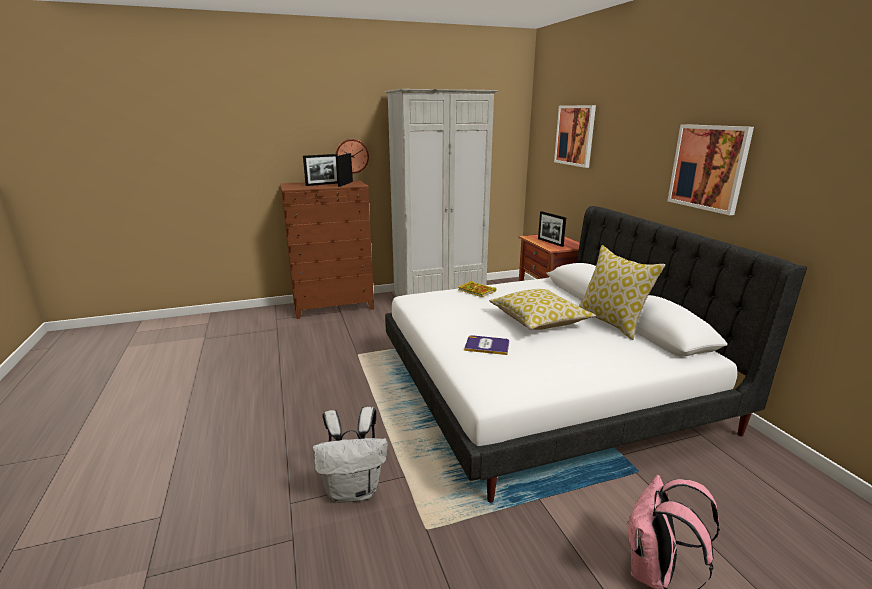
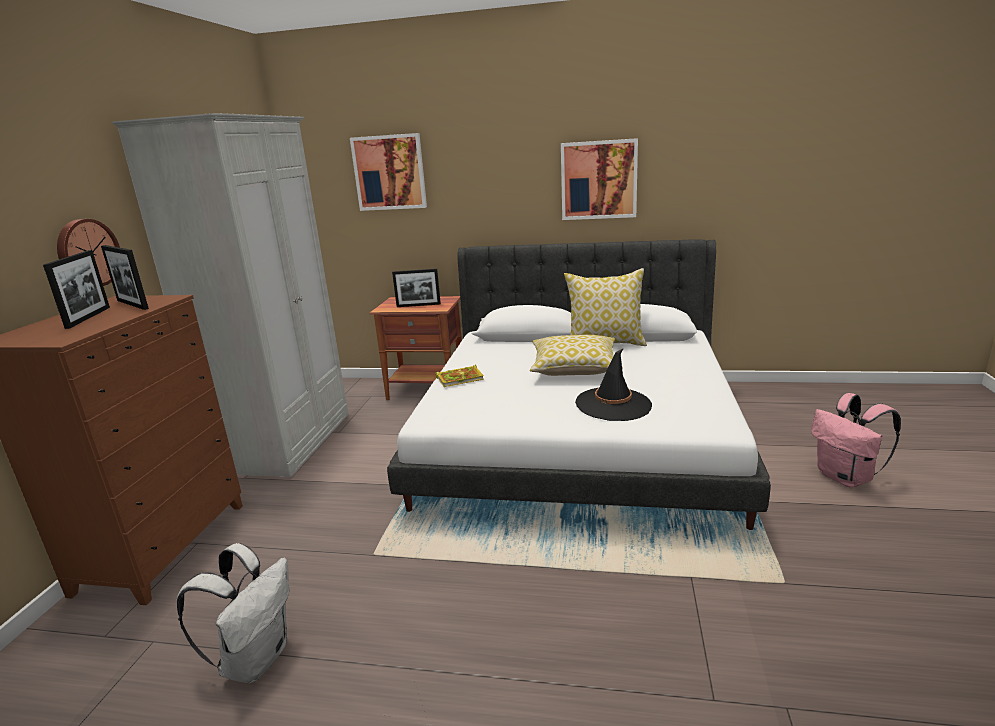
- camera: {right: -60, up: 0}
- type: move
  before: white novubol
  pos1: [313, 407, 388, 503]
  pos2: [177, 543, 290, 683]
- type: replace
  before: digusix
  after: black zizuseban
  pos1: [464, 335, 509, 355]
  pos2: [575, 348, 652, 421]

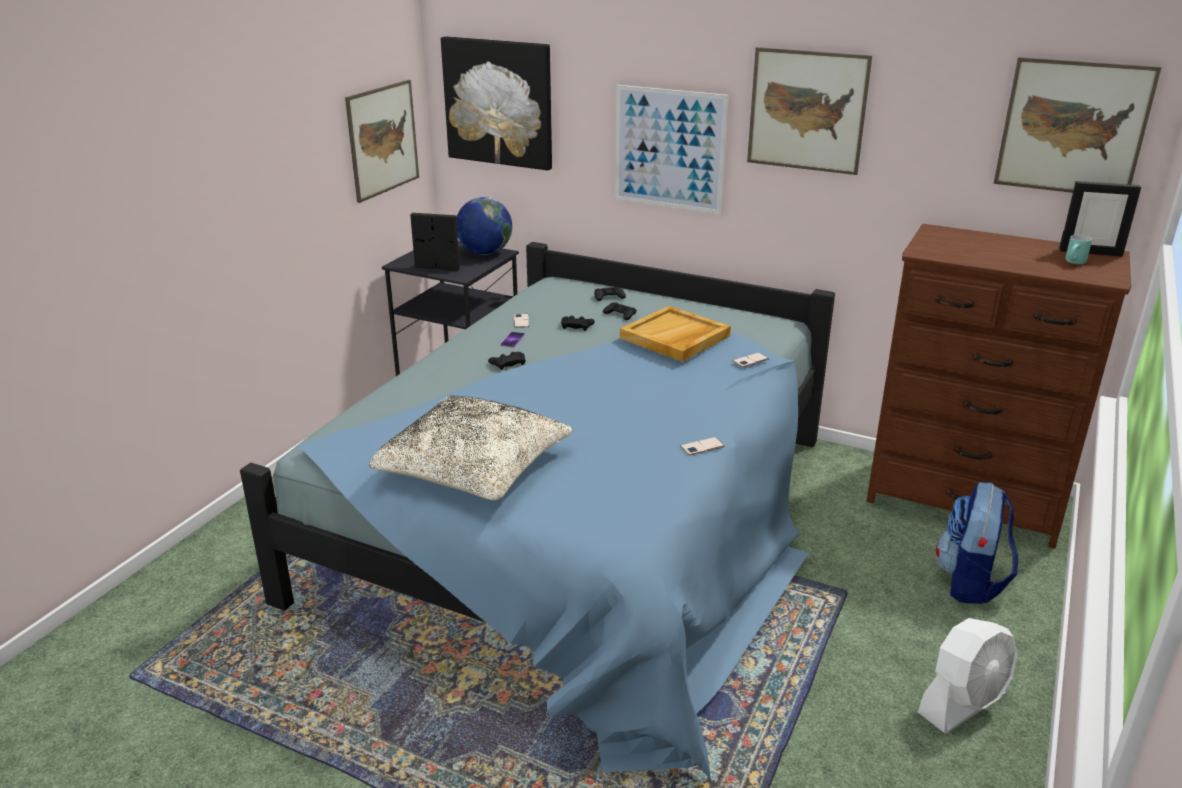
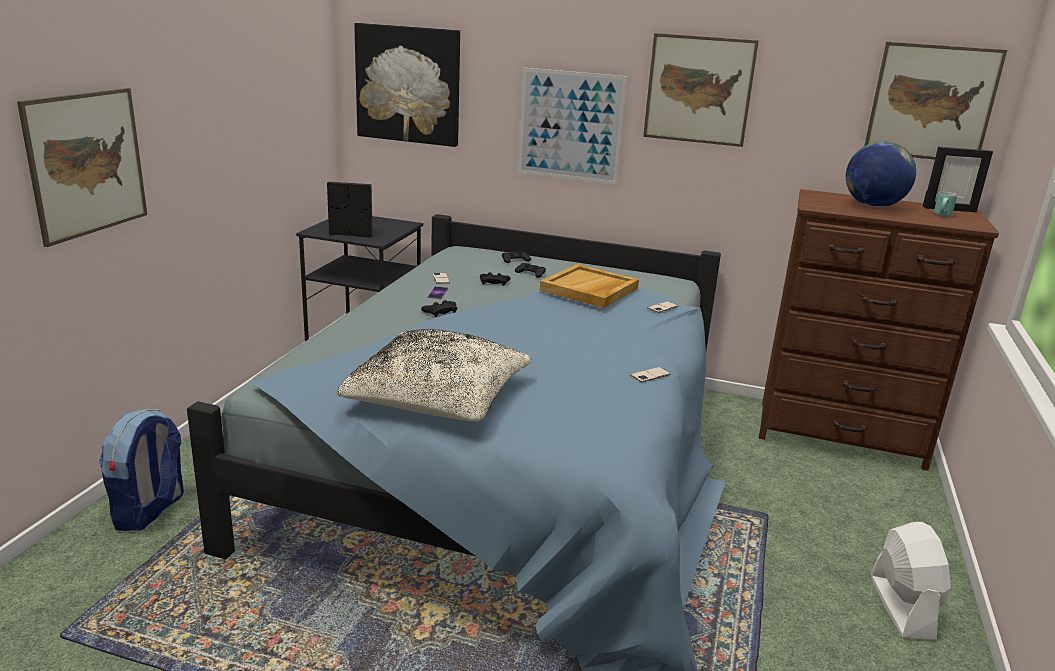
- camera: {right: -10, up: -5}
- type: move
  before: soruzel
  pos1: [345, 80, 419, 203]
  pos2: [17, 88, 147, 247]
- type: move
  before: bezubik
  pos1: [456, 197, 512, 255]
  pos2: [846, 141, 916, 207]
- type: rotate
  before: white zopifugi
  pos1: [918, 618, 1018, 734]
  pos2: [871, 522, 951, 640]
  turn: -45
- type: move
  before: novubol
  pos1: [936, 482, 1018, 604]
  pos2: [99, 409, 184, 531]

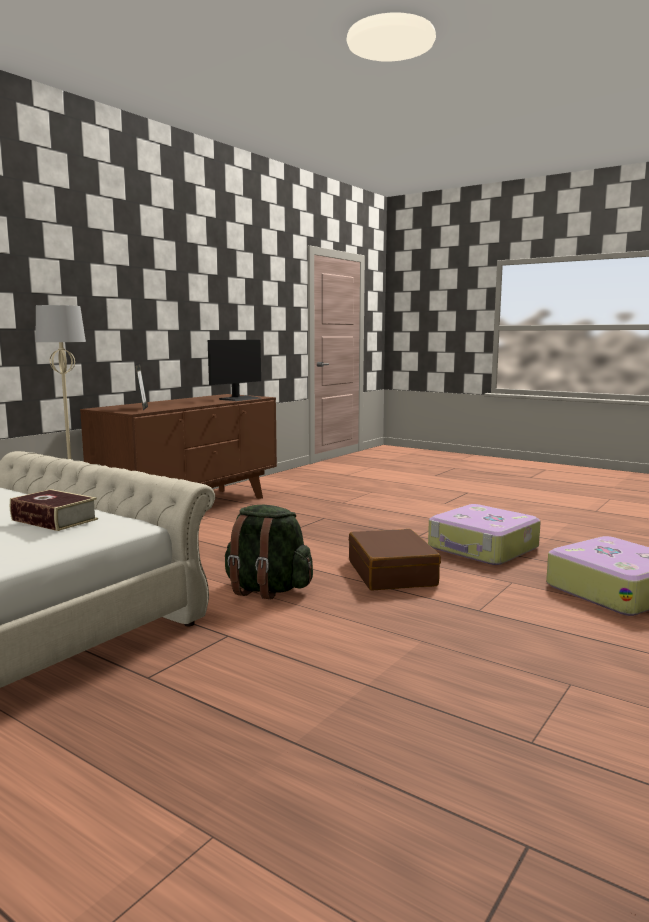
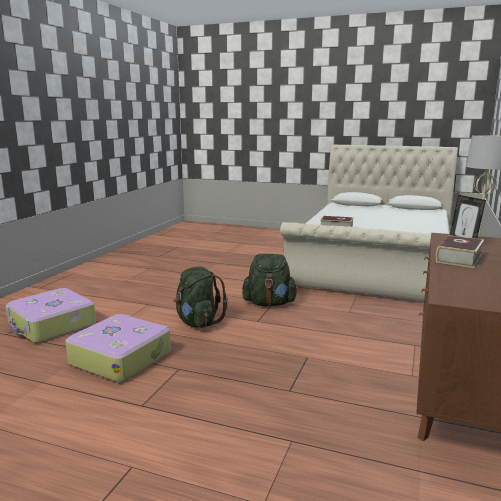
- camera: {right: 165, up: 5}
- type: delete
  before: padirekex
  pos1: [208, 340, 261, 401]
- type: replace
  before: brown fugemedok
  after: green novubol
  pos1: [349, 529, 441, 590]
  pos2: [173, 267, 228, 328]
- type: insert
  after: digusix
  pos2: [436, 235, 484, 268]

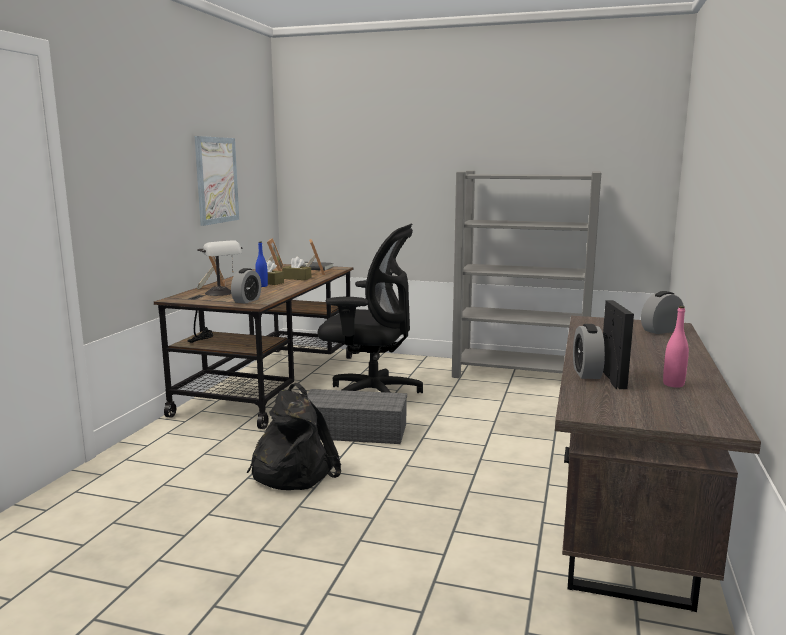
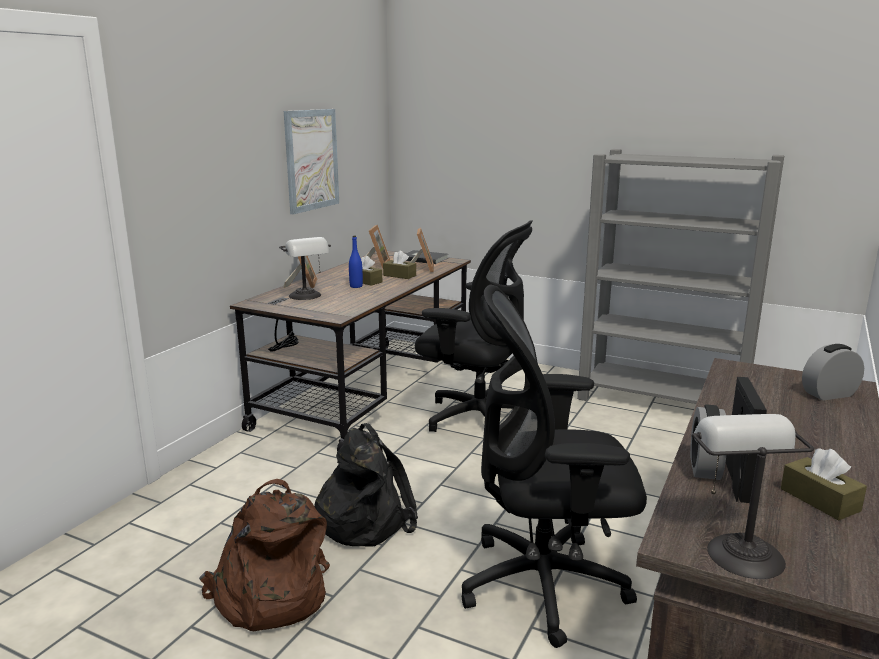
- camera: {right: 10, up: 5}
- type: delete
  before: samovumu
  pos1: [231, 268, 261, 304]
- type: delete
  before: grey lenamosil
  pos1: [307, 389, 407, 444]
- type: replace
  before: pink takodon
  after: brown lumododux
  pos1: [663, 306, 689, 388]
  pos2: [781, 448, 867, 520]
- type: insert
  after: brown novubol
  pos2: [199, 479, 330, 631]
- type: insert
  after: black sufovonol
  pos2: [462, 285, 647, 648]
- type: insert
  after: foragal
  pos2: [692, 414, 814, 579]

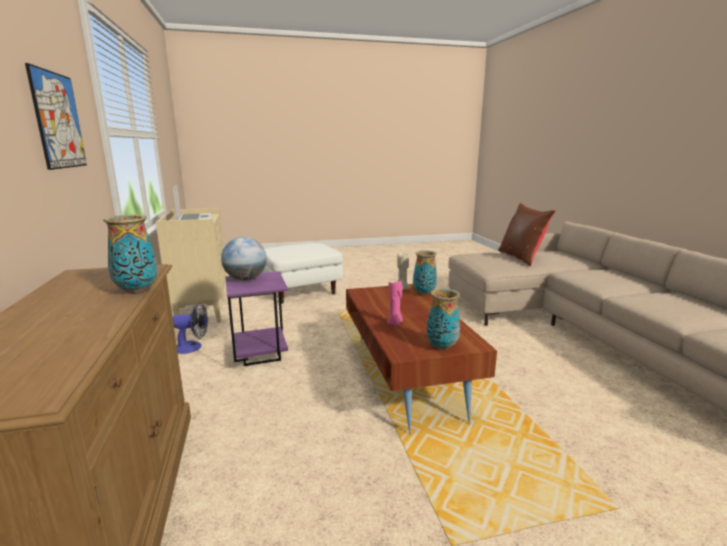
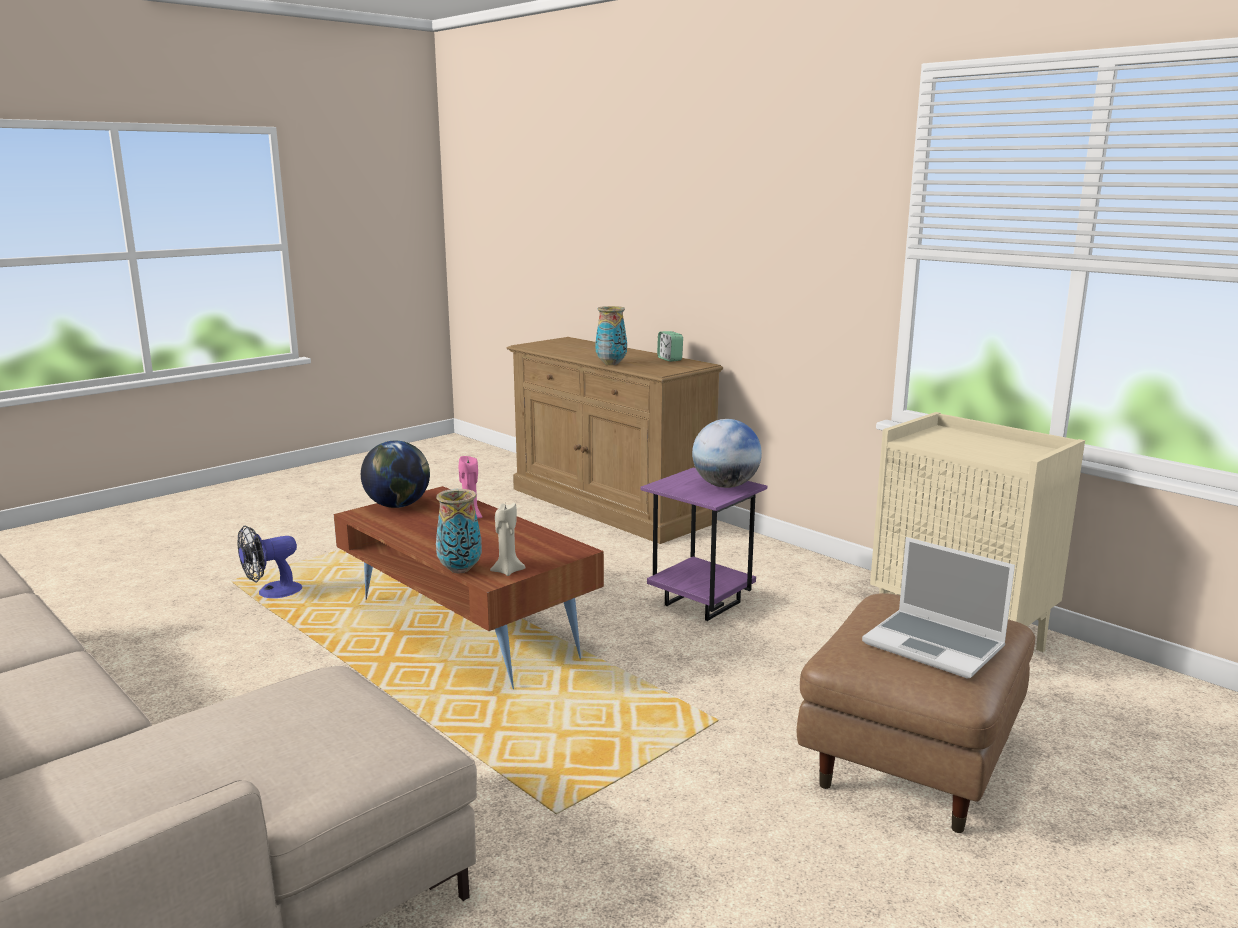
- camera: {right: 150, up: 0}
- type: delete
  before: soruzel
  pos1: [25, 63, 87, 170]
- type: move
  before: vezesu
  pos1: [172, 185, 211, 220]
  pos2: [862, 537, 1015, 679]
- type: move
  before: zopifugi
  pos1: [172, 303, 208, 354]
  pos2: [238, 525, 302, 598]
- type: recolor
  before: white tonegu
  after: brown tonegu
  pos1: [262, 243, 343, 304]
  pos2: [797, 593, 1035, 833]
- type: replace
  before: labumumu
  after: bezubik
  pos1: [427, 289, 460, 350]
  pos2: [361, 441, 430, 508]
- type: delete
  before: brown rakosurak
  pos1: [498, 203, 555, 266]
- type: insert
  after: samovumu
  pos2: [657, 331, 683, 362]

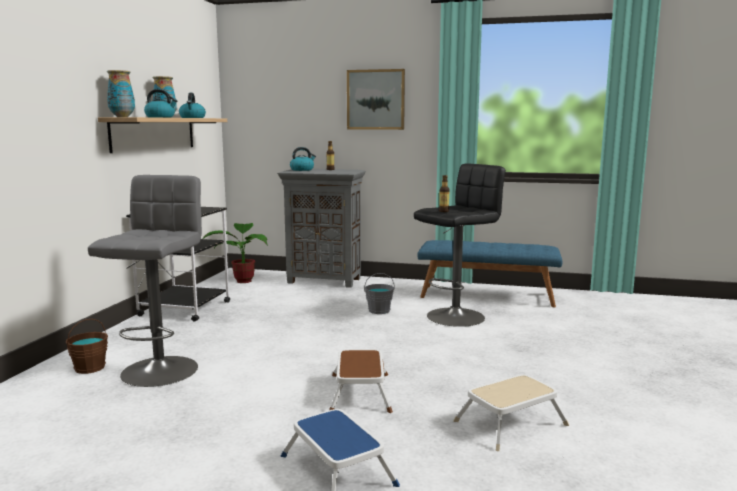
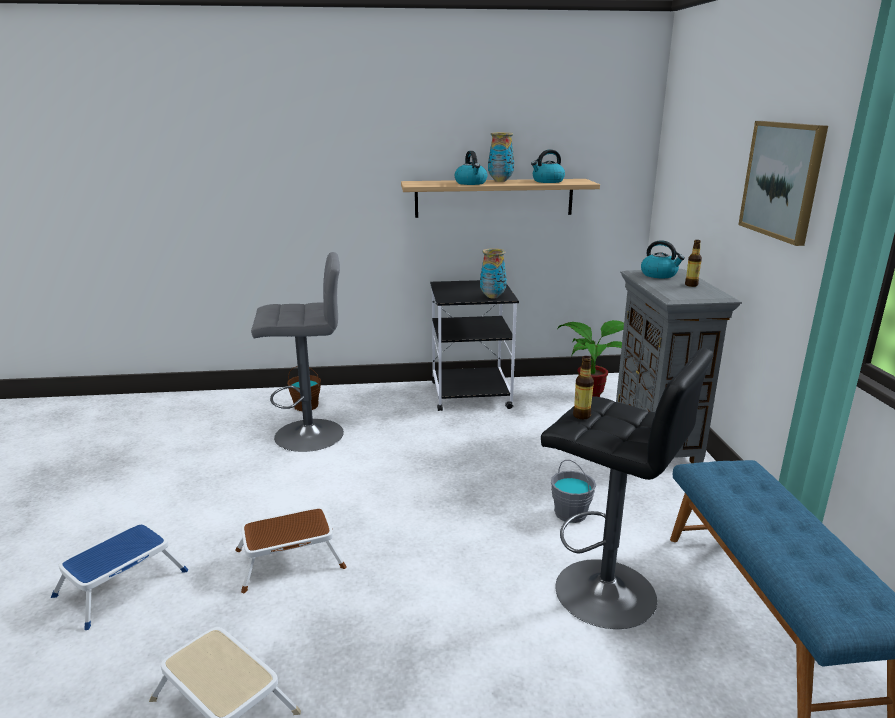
- camera: {right: 70, up: 10}
- type: move
  before: labumumu
  pos1: [107, 70, 135, 117]
  pos2: [480, 248, 507, 298]

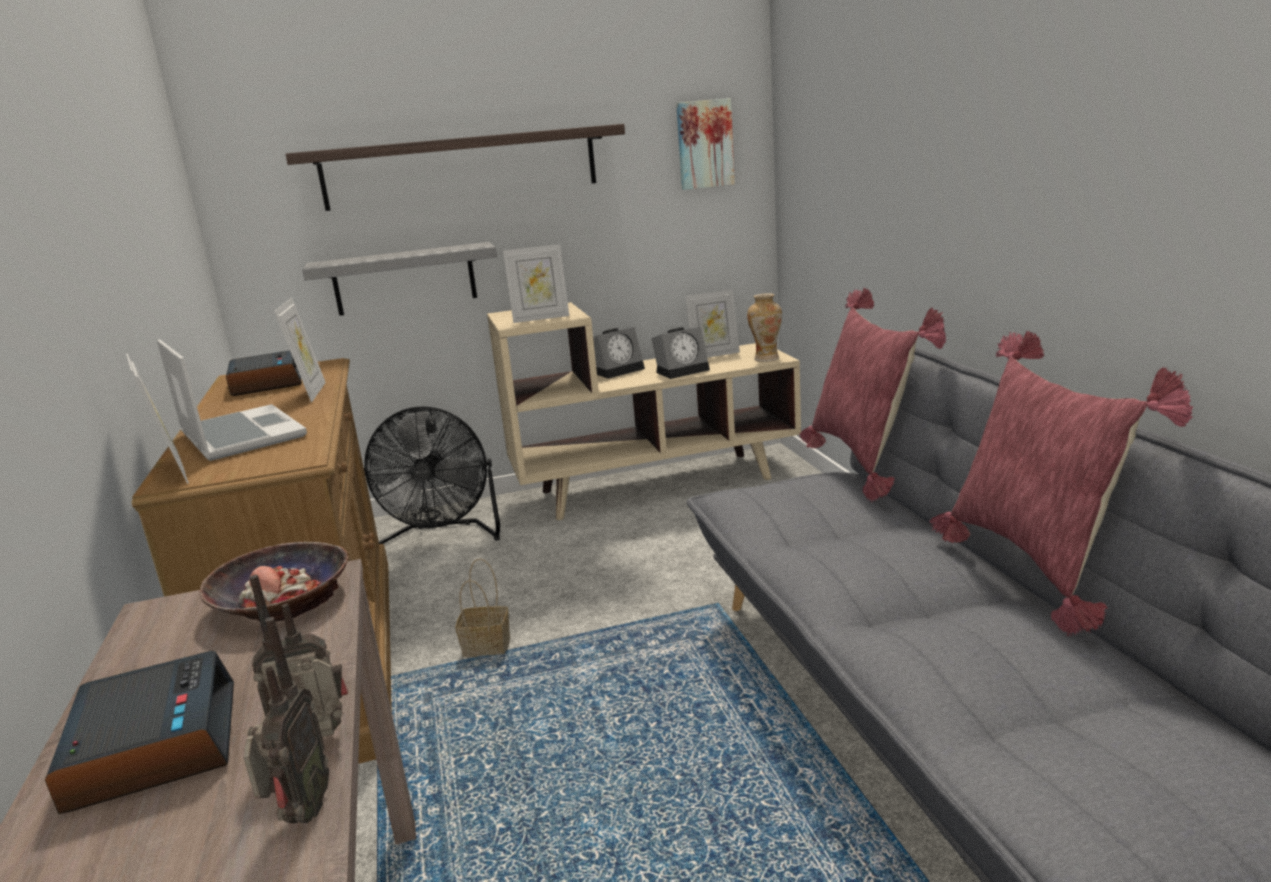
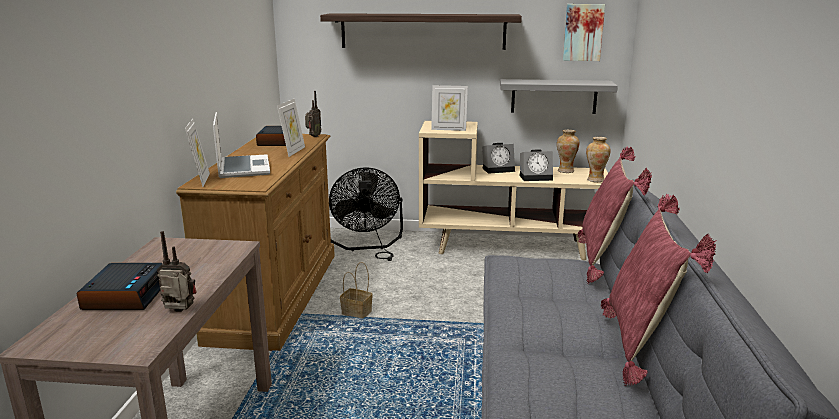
- camera: {right: 20, up: 0}
- type: delete
  before: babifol
  pos1: [199, 542, 348, 622]
- type: move
  before: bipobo
  pos1: [244, 617, 329, 823]
  pos2: [305, 91, 321, 137]
- type: move
  before: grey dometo
  pos1: [302, 242, 497, 316]
  pos2: [500, 79, 618, 114]
- type: rotate
  before: black zopifugi
  pos1: [364, 407, 500, 544]
  pos2: [329, 167, 403, 261]
  turn: 150
- type: replace
  before: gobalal
  after: labumumu
  pos1: [685, 289, 740, 358]
  pos2: [557, 130, 579, 173]

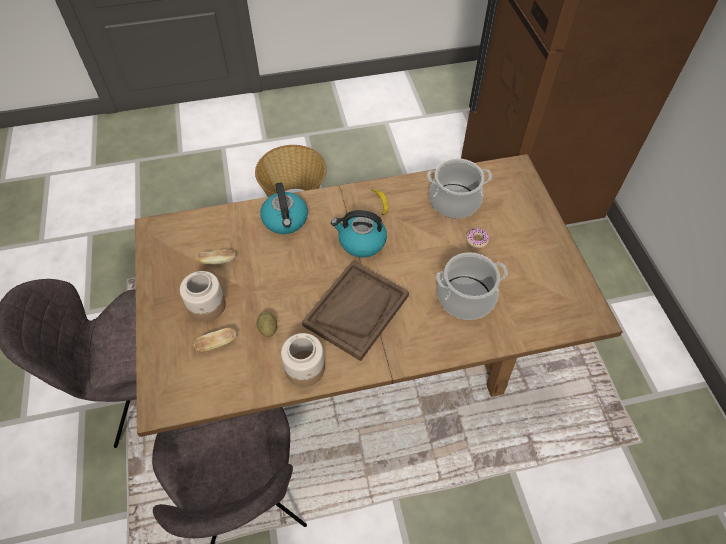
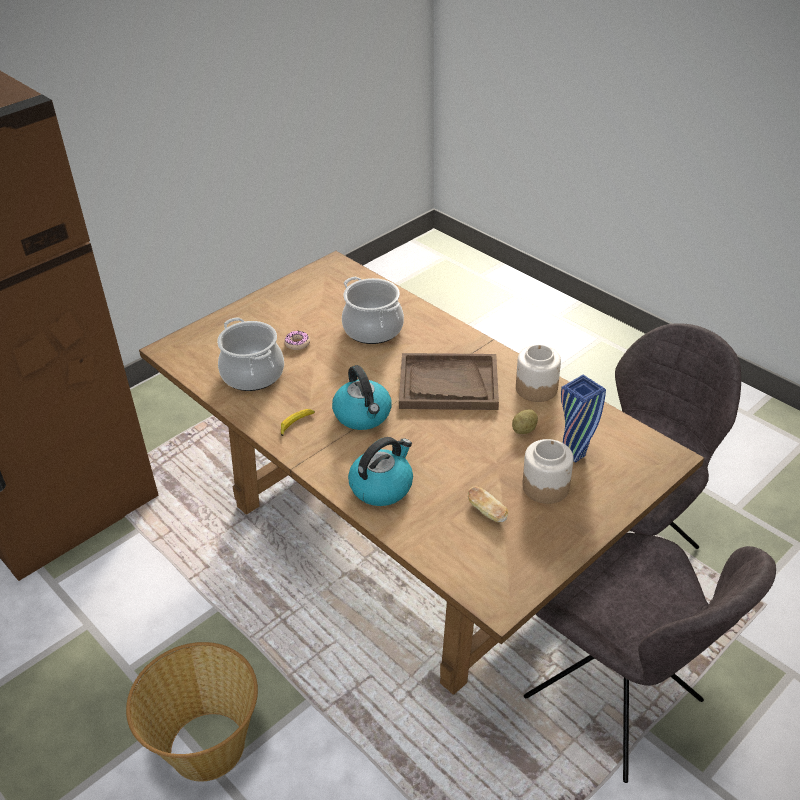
- camera: {right: -120, up: -15}
- type: replace
  before: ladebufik
  after: blue labumumu
  pos1: [194, 328, 237, 352]
  pos2: [561, 375, 606, 463]

